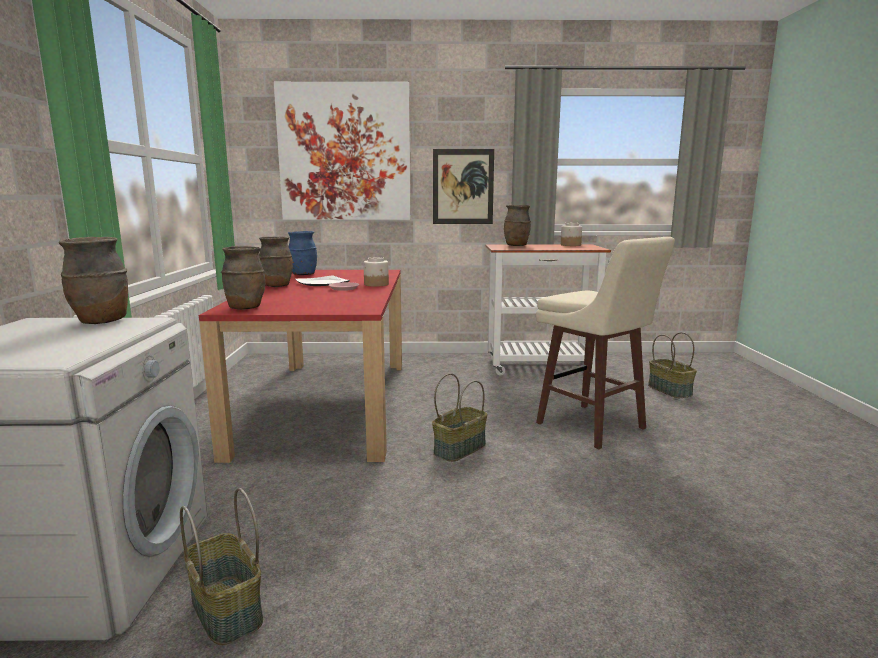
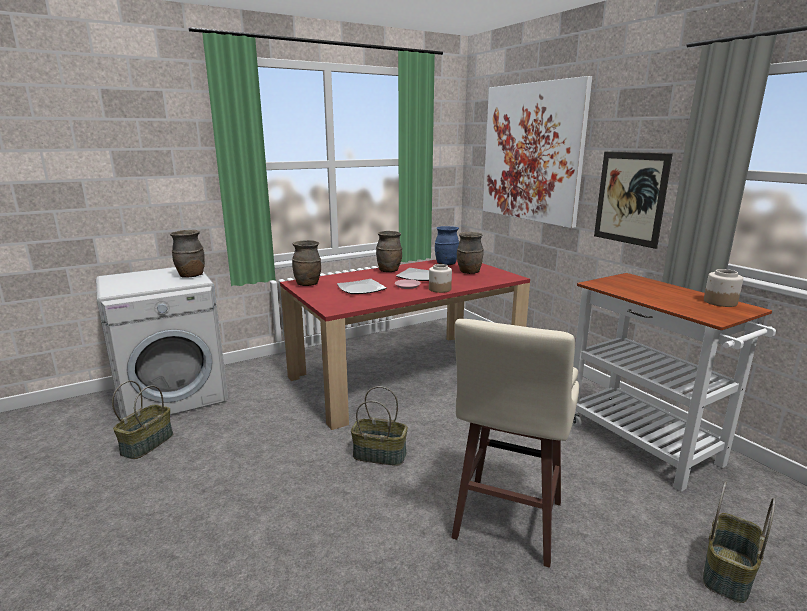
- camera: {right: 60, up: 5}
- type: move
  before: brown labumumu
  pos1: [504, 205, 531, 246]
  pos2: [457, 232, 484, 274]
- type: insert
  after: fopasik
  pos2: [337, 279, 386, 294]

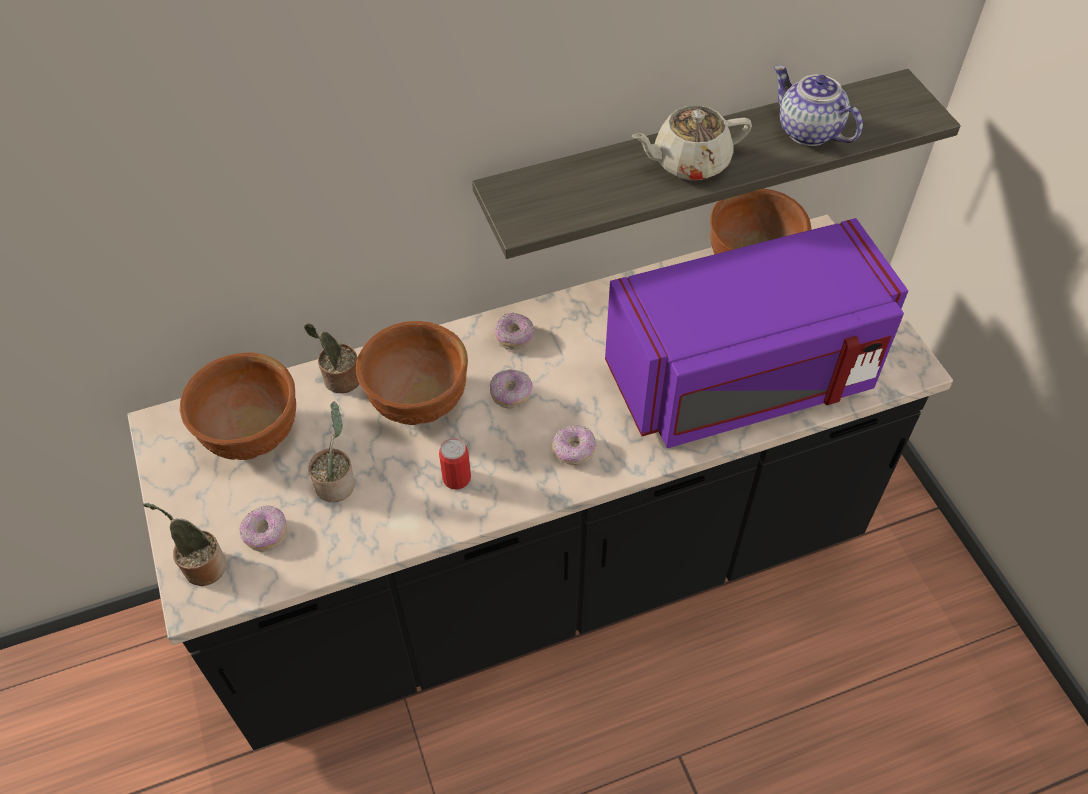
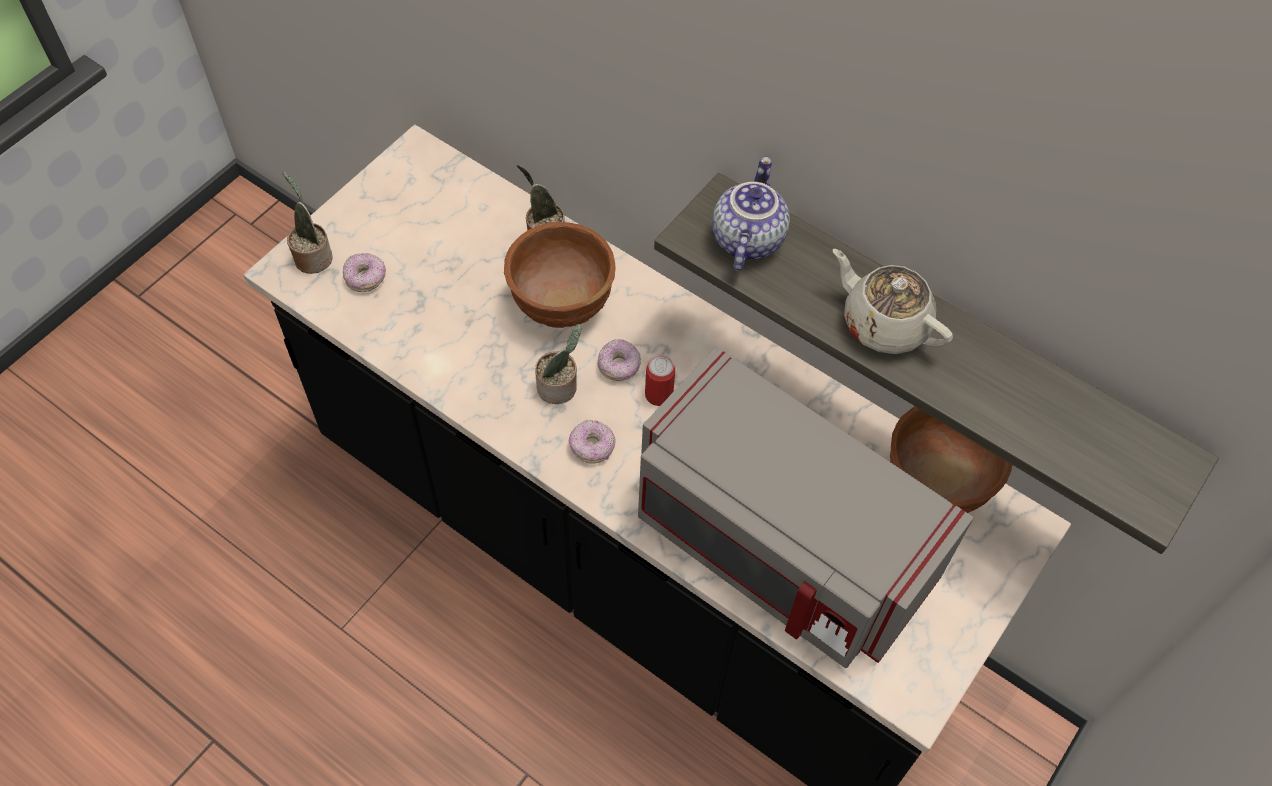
- camera: {right: 55, up: 5}
- type: delete
  before: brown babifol
  pos1: [180, 353, 296, 460]
- type: move
  before: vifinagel
  pos1: [309, 401, 355, 502]
  pos2: [535, 324, 582, 404]
- type: move
  before: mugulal
  pos1: [439, 438, 471, 490]
  pos2: [645, 355, 675, 406]
- type: delete
  before: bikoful
  pos1: [495, 313, 535, 350]
- type: recolor
  before: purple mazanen
  after: grey mazanen
  pos1: [605, 218, 908, 448]
  pos2: [638, 347, 974, 668]
- type: move
  before: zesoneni
  pos1: [774, 65, 863, 146]
  pos2: [712, 157, 790, 271]

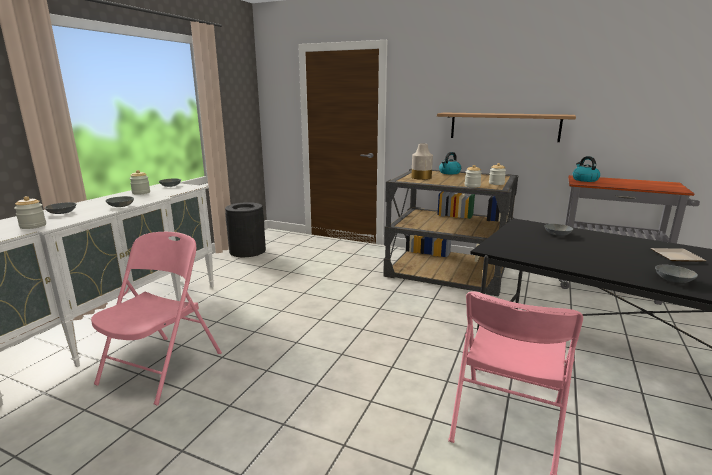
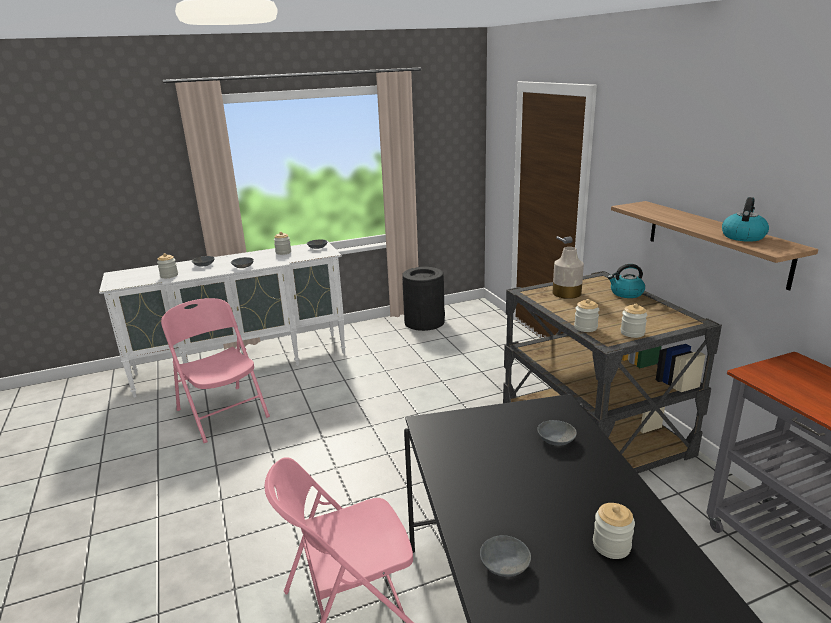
- camera: {right: 45, up: 5}
- type: rotate
  before: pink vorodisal
  pos1: [91, 232, 222, 406]
  pos2: [161, 298, 270, 443]
  turn: -105
- type: move
  before: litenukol
  pos1: [573, 156, 600, 182]
  pos2: [722, 197, 769, 242]
- type: replace
  before: fopasik
  after: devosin
  pos1: [651, 248, 706, 262]
  pos2: [593, 503, 635, 559]

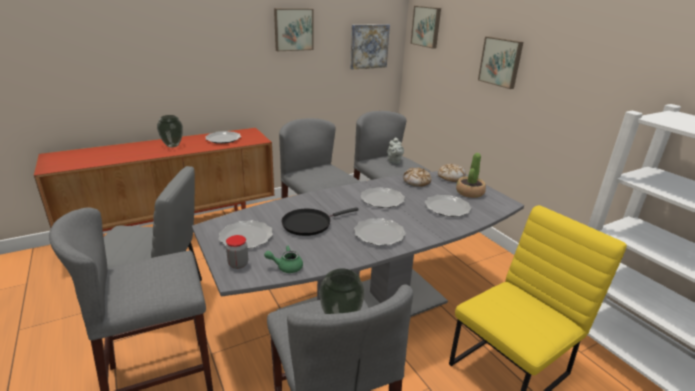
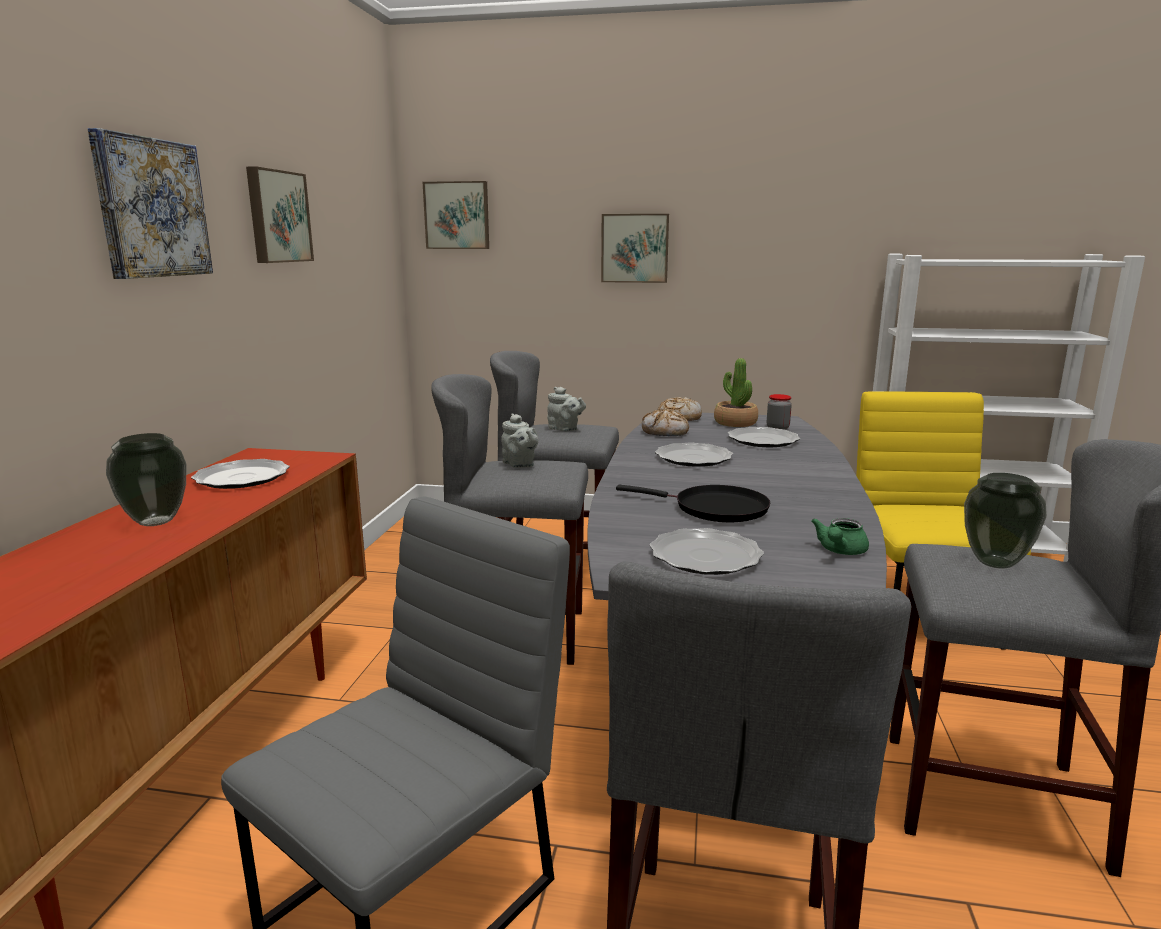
- camera: {right: -50, up: -10}
- type: move
  before: devosin
  pos1: [226, 235, 248, 269]
  pos2: [767, 394, 792, 430]
- type: rotate
  before: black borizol
  pos1: [282, 207, 359, 236]
  pos2: [616, 485, 770, 522]
  turn: -75
- type: move
  before: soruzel
  pos1: [350, 24, 390, 70]
  pos2: [88, 128, 213, 279]
- type: delete
  before: fopasik
  pos1: [354, 218, 406, 245]
- type: insert
  after: grey zesoneni
  pos2: [501, 413, 538, 468]

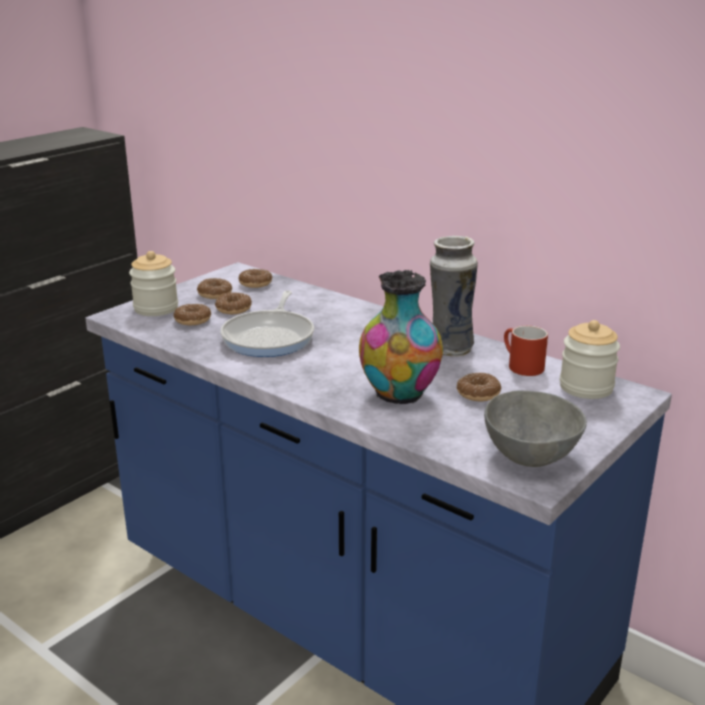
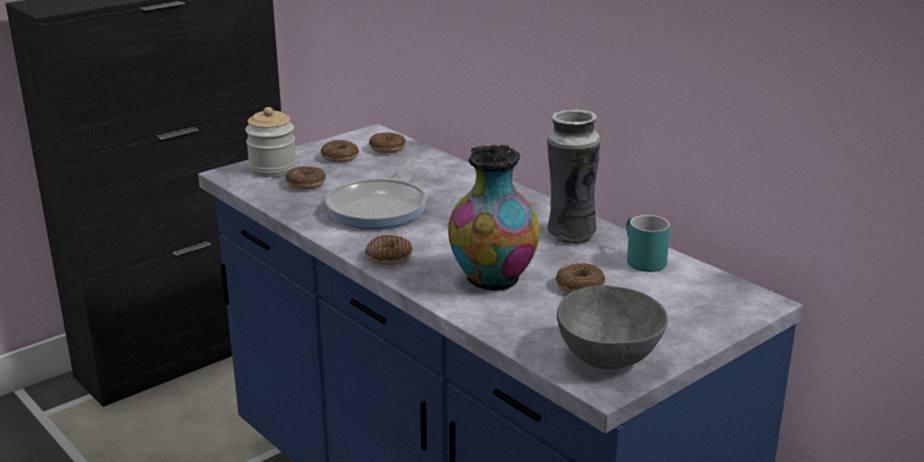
- camera: {right: 10, up: 0}
- type: move
  before: bikoful
  pos1: [215, 292, 252, 314]
  pos2: [365, 235, 412, 265]
- type: recolor
  before: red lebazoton
  after: turquoise lebazoton
  pos1: [504, 325, 548, 376]
  pos2: [626, 215, 670, 272]
- type: delete
  before: devosin
  pos1: [560, 320, 620, 399]

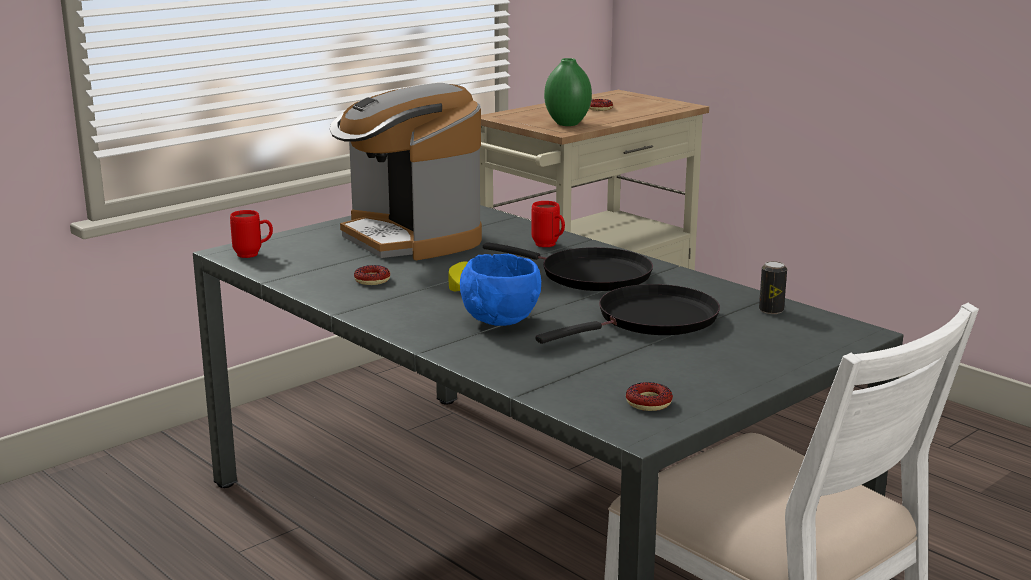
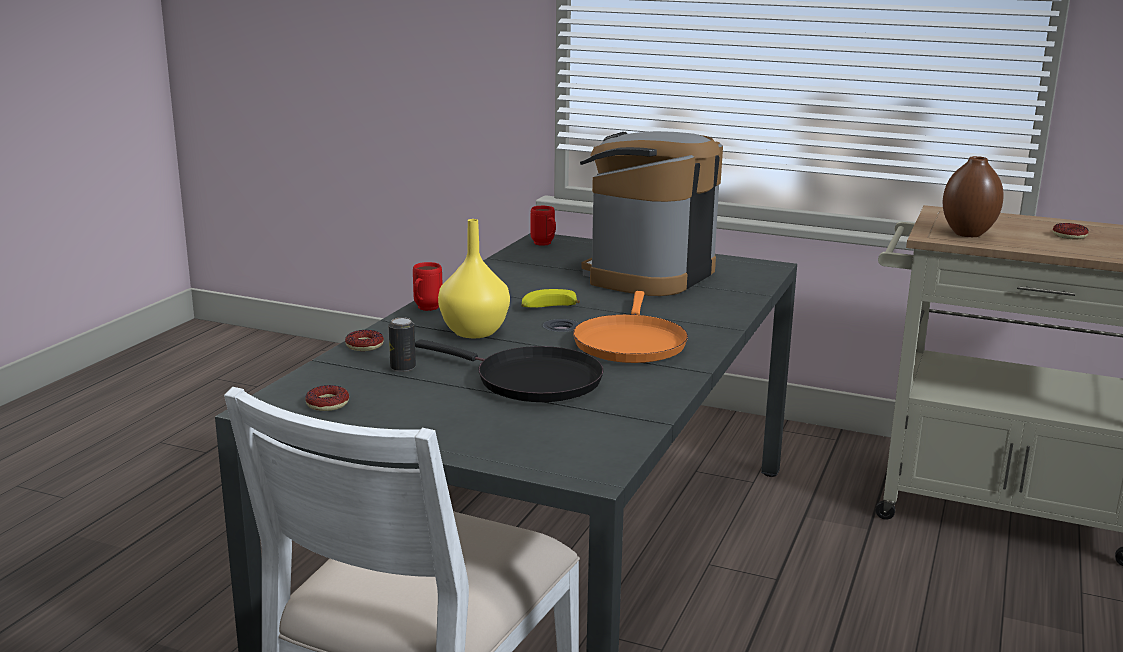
- camera: {right: 65, up: 0}
- type: move
  before: bikoful
  pos1: [354, 265, 390, 285]
  pos2: [345, 330, 384, 351]
- type: replace
  before: blue babifol
  after: yellow labumumu
  pos1: [460, 254, 541, 326]
  pos2: [438, 219, 510, 338]
- type: recolor
  before: black borizol
  after: orange borizol
  pos1: [483, 242, 653, 291]
  pos2: [573, 291, 688, 363]
- type: move
  before: red lebazoton
  pos1: [531, 201, 565, 247]
  pos2: [413, 262, 442, 311]
- type: recolor
  before: green labumumu
  after: brown labumumu
  pos1: [544, 58, 592, 126]
  pos2: [943, 156, 1004, 237]
- type: move
  before: mugulal
  pos1: [759, 261, 787, 314]
  pos2: [389, 317, 416, 372]

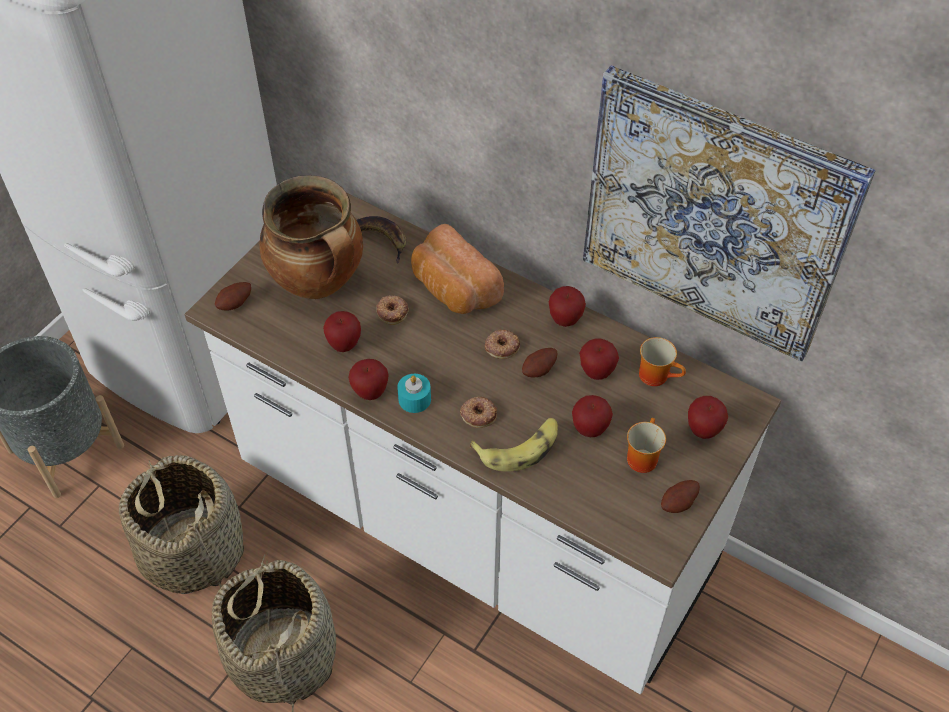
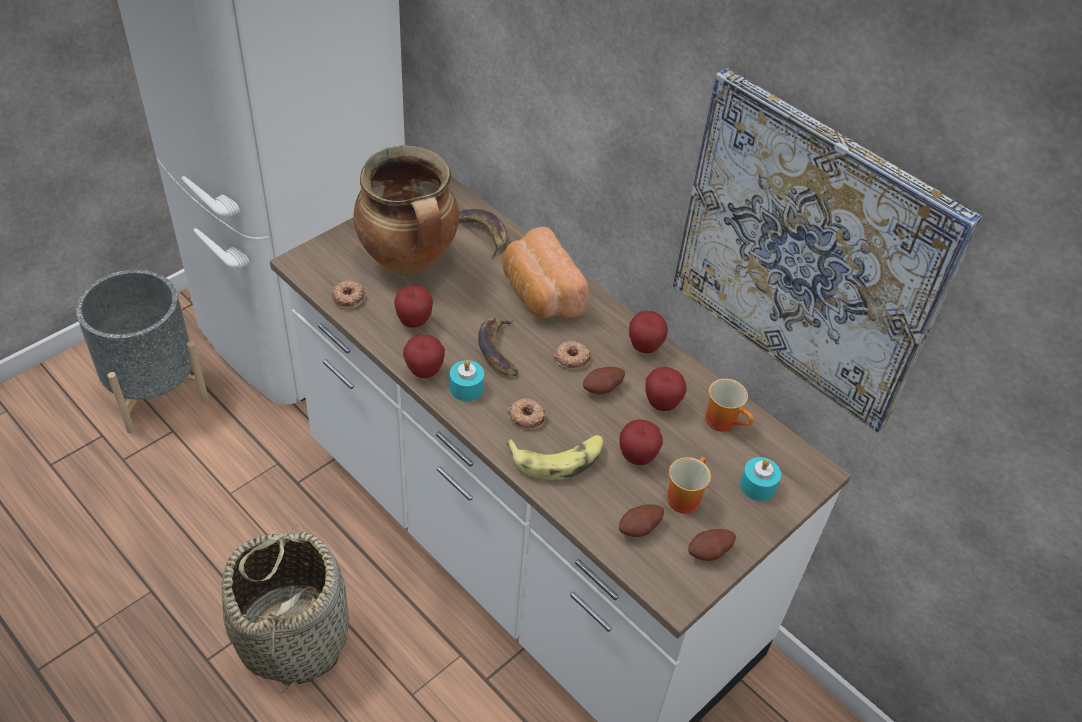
- camera: {right: 10, up: -5}
- type: delete
  before: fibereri
  pos1: [119, 455, 244, 594]
- type: move
  before: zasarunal
  pos1: [215, 282, 251, 310]
  pos2: [619, 504, 664, 537]
- type: move
  before: bikoful
  pos1: [376, 295, 409, 325]
  pos2: [332, 280, 366, 310]
- type: replace
  before: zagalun
  after: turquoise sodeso
  pos1: [688, 396, 728, 439]
  pos2: [740, 457, 781, 501]
- type: insert
  after: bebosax
  pos2: [478, 318, 518, 376]

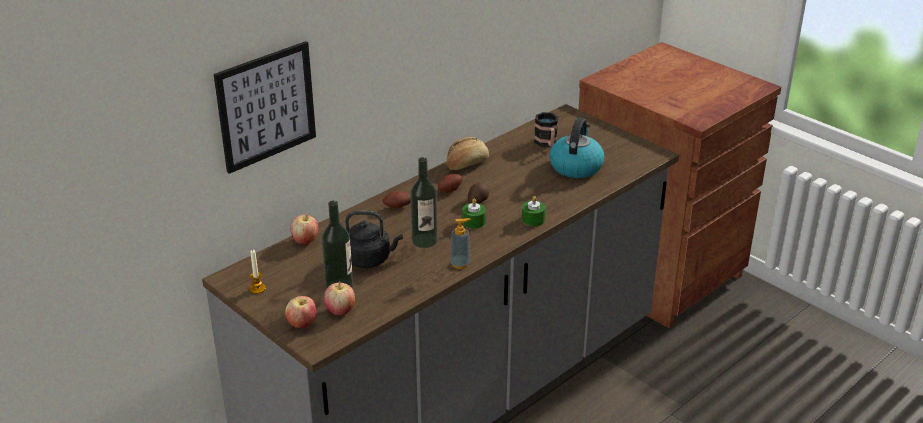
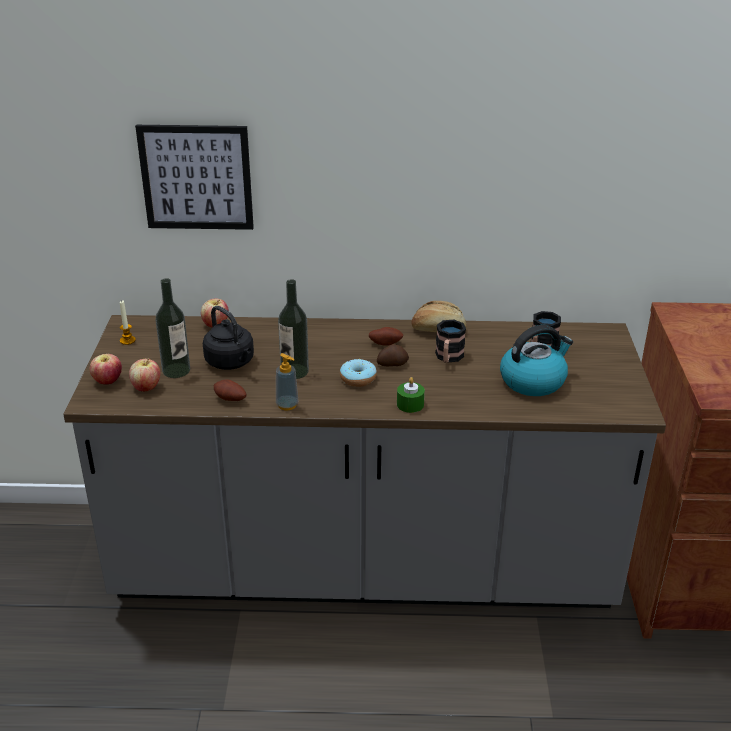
- camera: {right: 45, up: 0}
- type: move
  before: zasarunal
  pos1: [383, 191, 410, 208]
  pos2: [214, 379, 246, 401]
- type: replace
  before: green sodeso
  after: bikoful
  pos1: [462, 198, 486, 229]
  pos2: [340, 359, 377, 387]
- type: insert
  after: lebazoton
  pos2: [435, 320, 466, 363]

